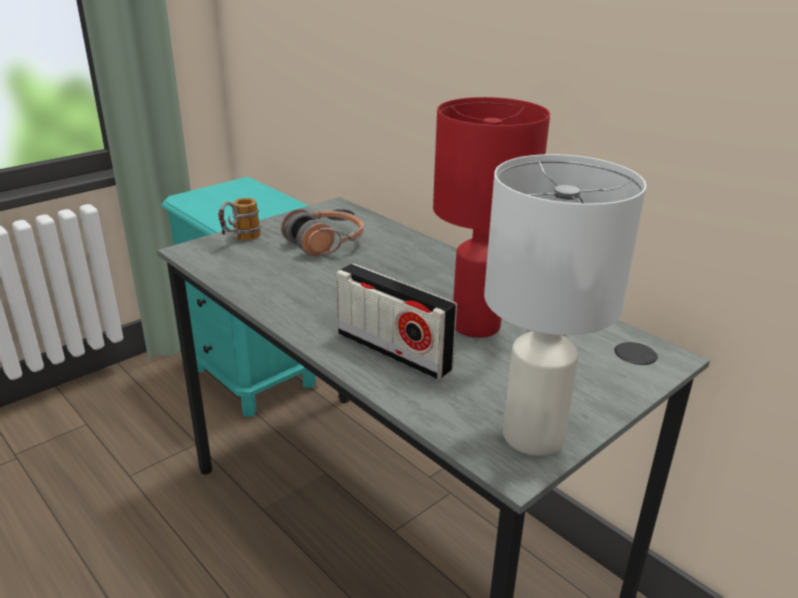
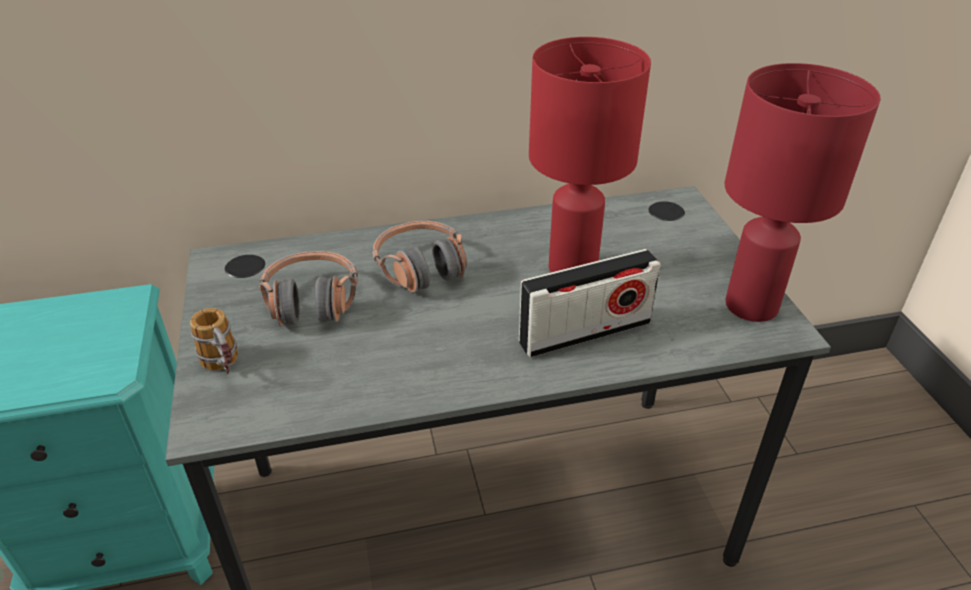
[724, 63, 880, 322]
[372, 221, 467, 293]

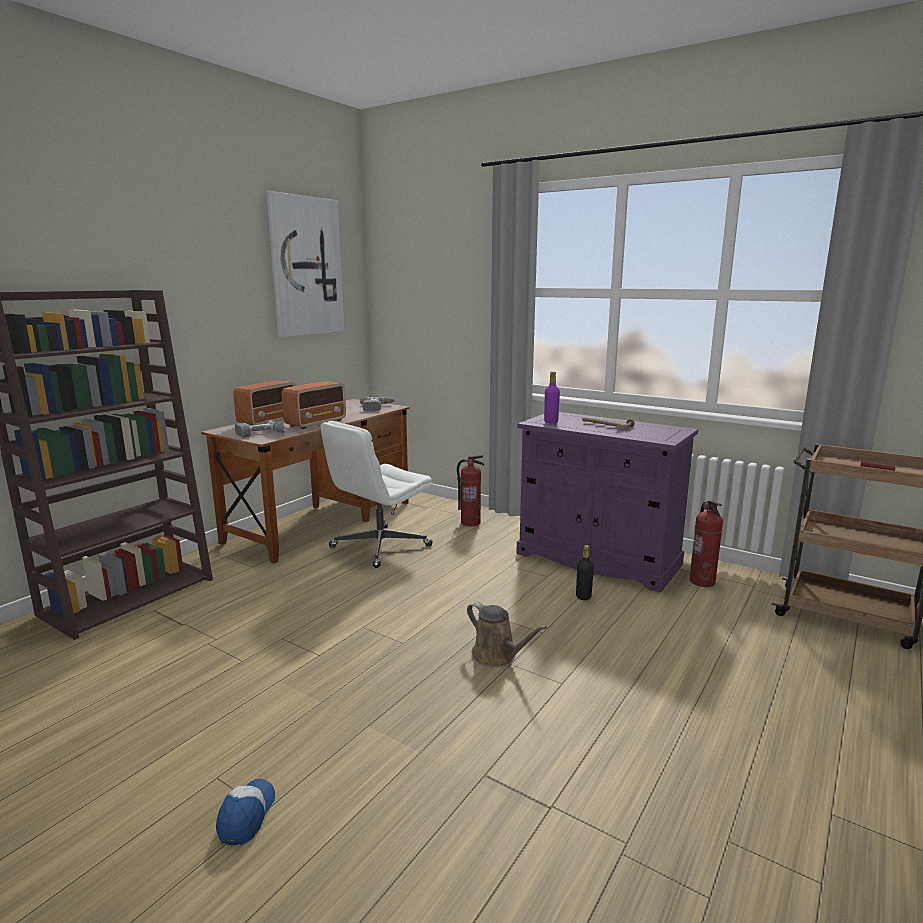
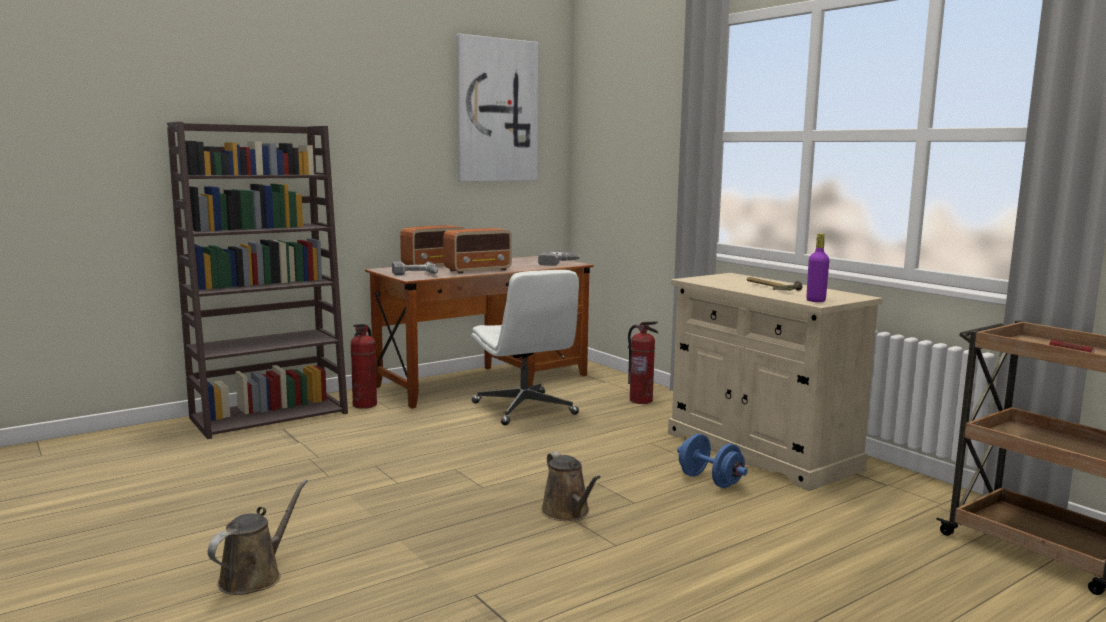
[208, 479, 308, 595]
[472, 270, 579, 425]
[668, 273, 883, 491]
[806, 233, 829, 302]
[677, 434, 748, 488]
[351, 324, 377, 409]

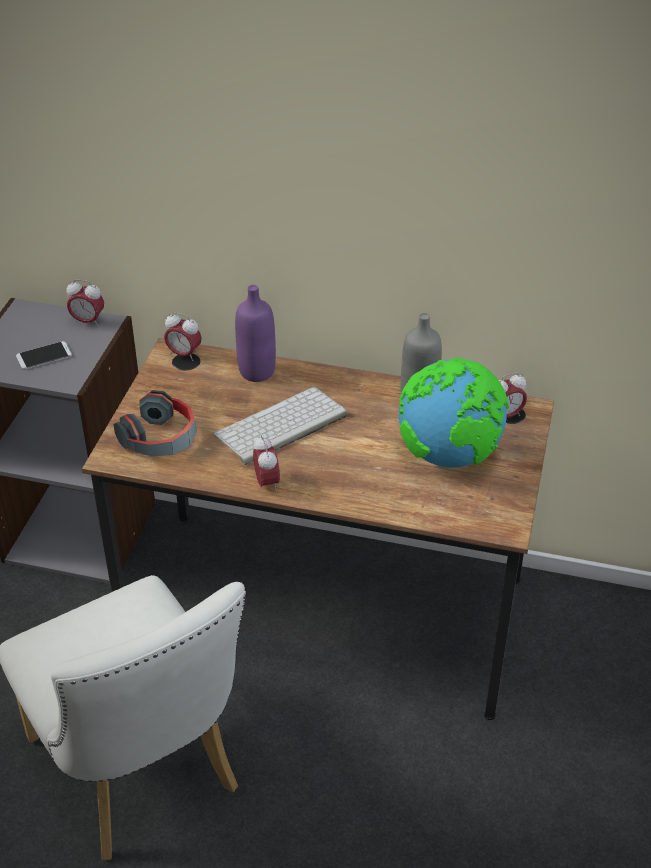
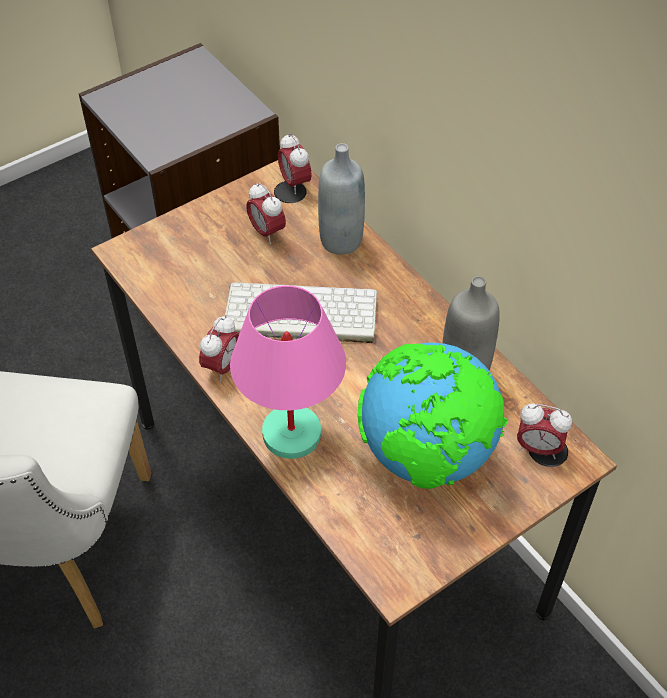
[16, 341, 72, 369] (first image)
[246, 182, 286, 244]
[113, 390, 196, 456] (first image)
[318, 143, 365, 255]
[230, 285, 346, 459]

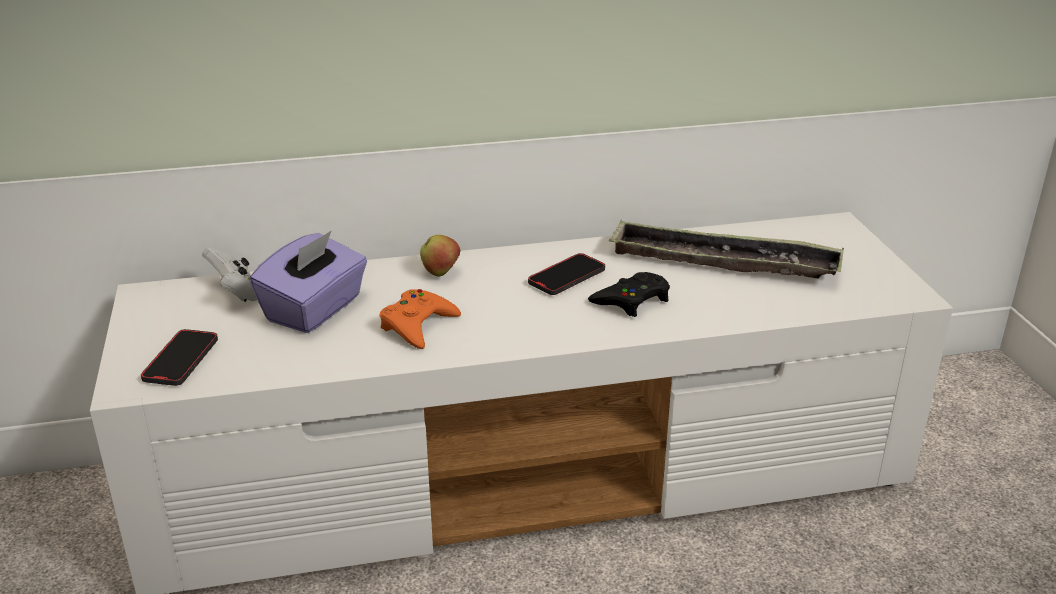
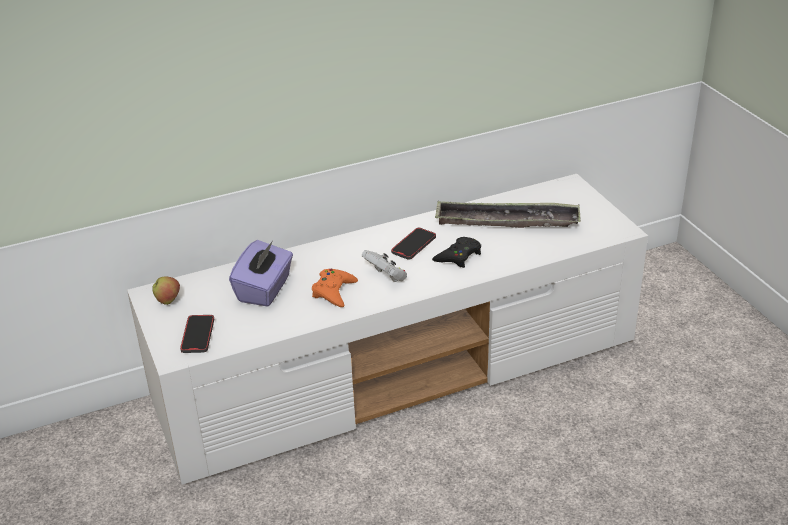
[362, 250, 407, 282]
[152, 276, 180, 305]

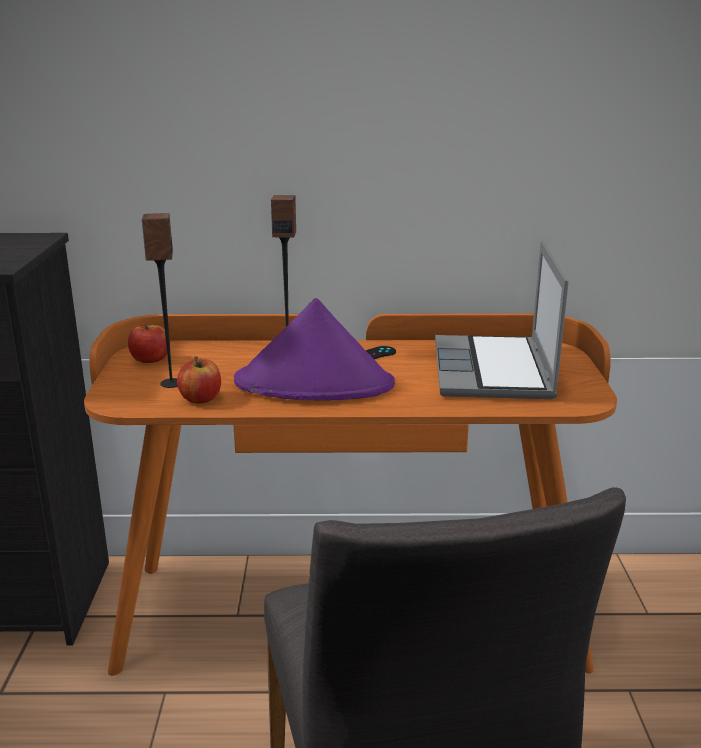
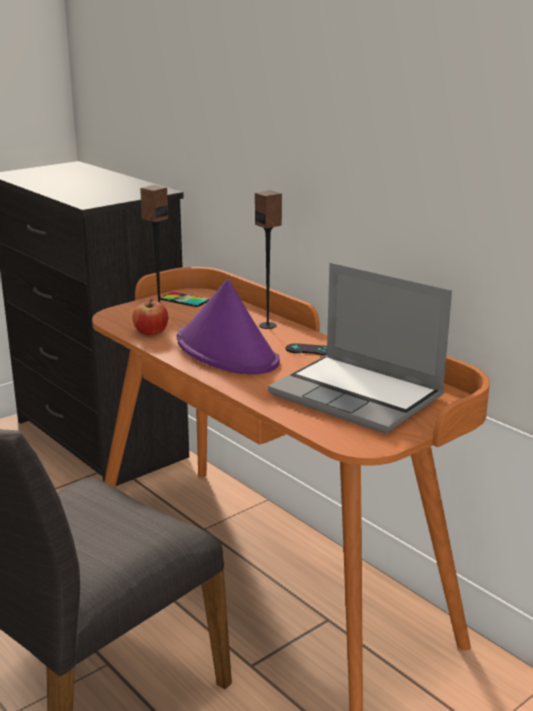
[160, 292, 209, 307]
[268, 263, 452, 434]

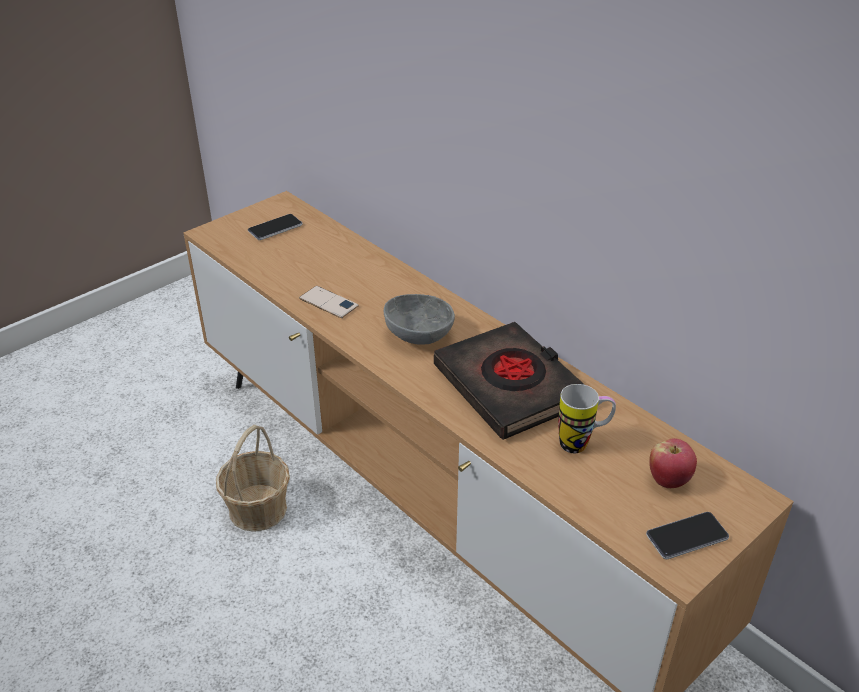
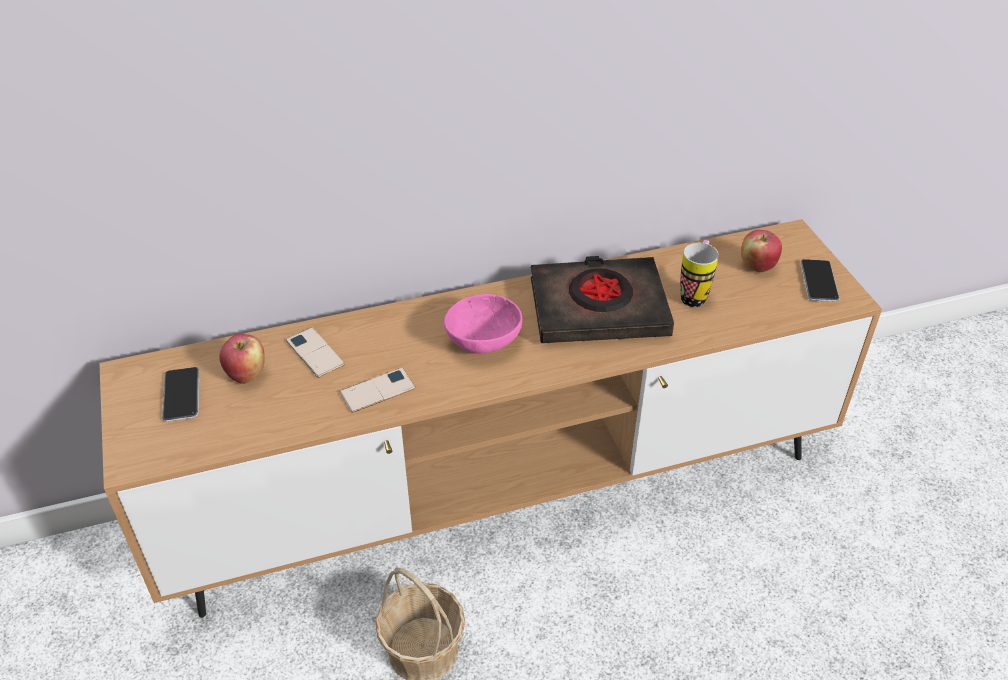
[444, 294, 522, 354]
[219, 334, 265, 384]
[286, 327, 345, 378]

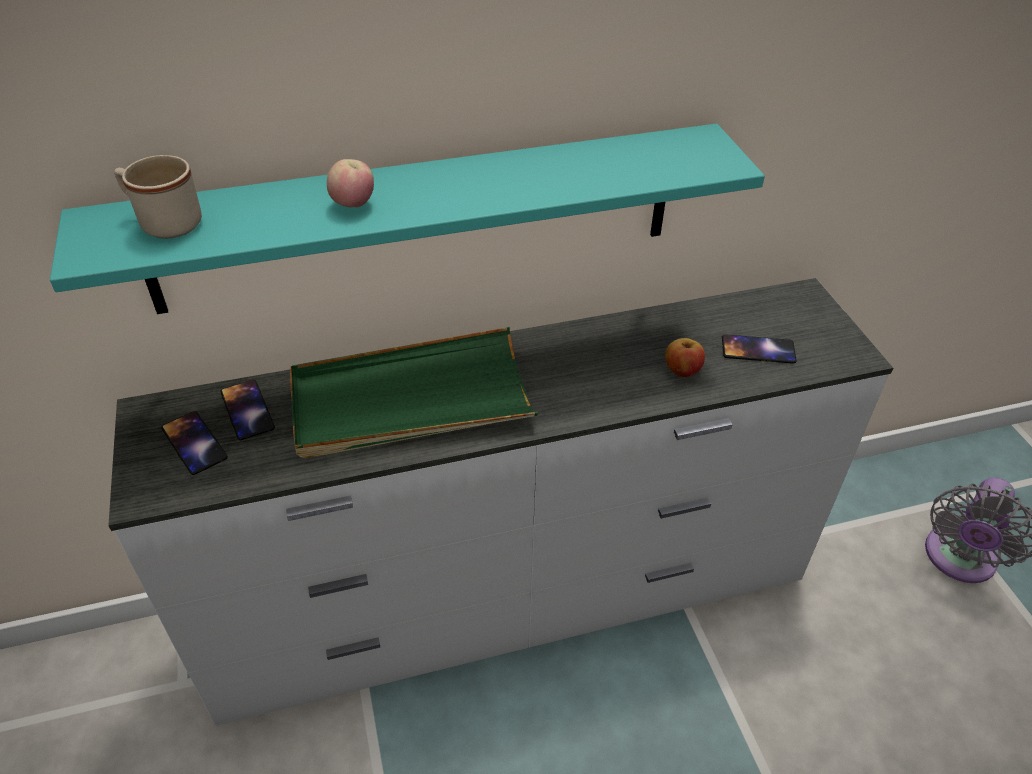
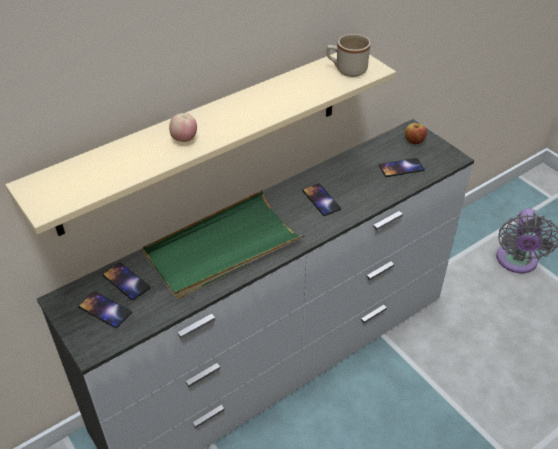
[5, 52, 396, 236]
[327, 34, 371, 77]
[405, 123, 427, 145]
[302, 183, 341, 216]

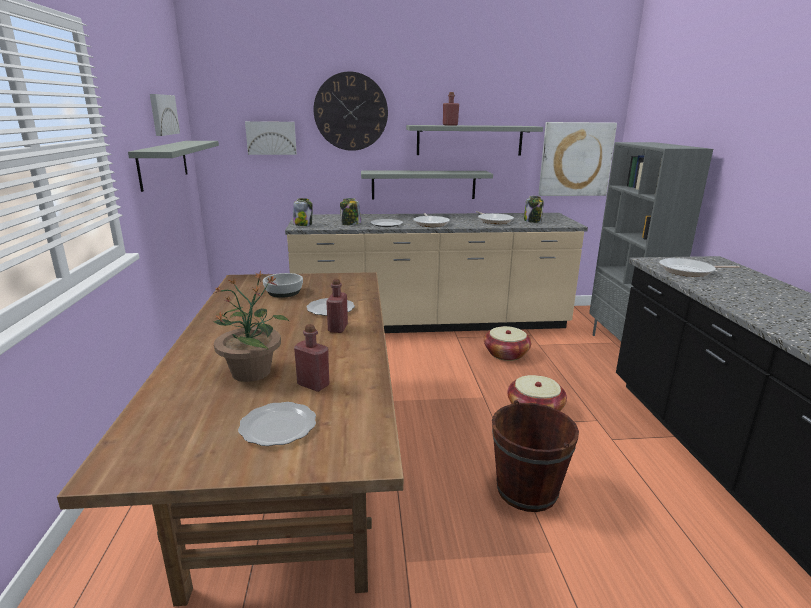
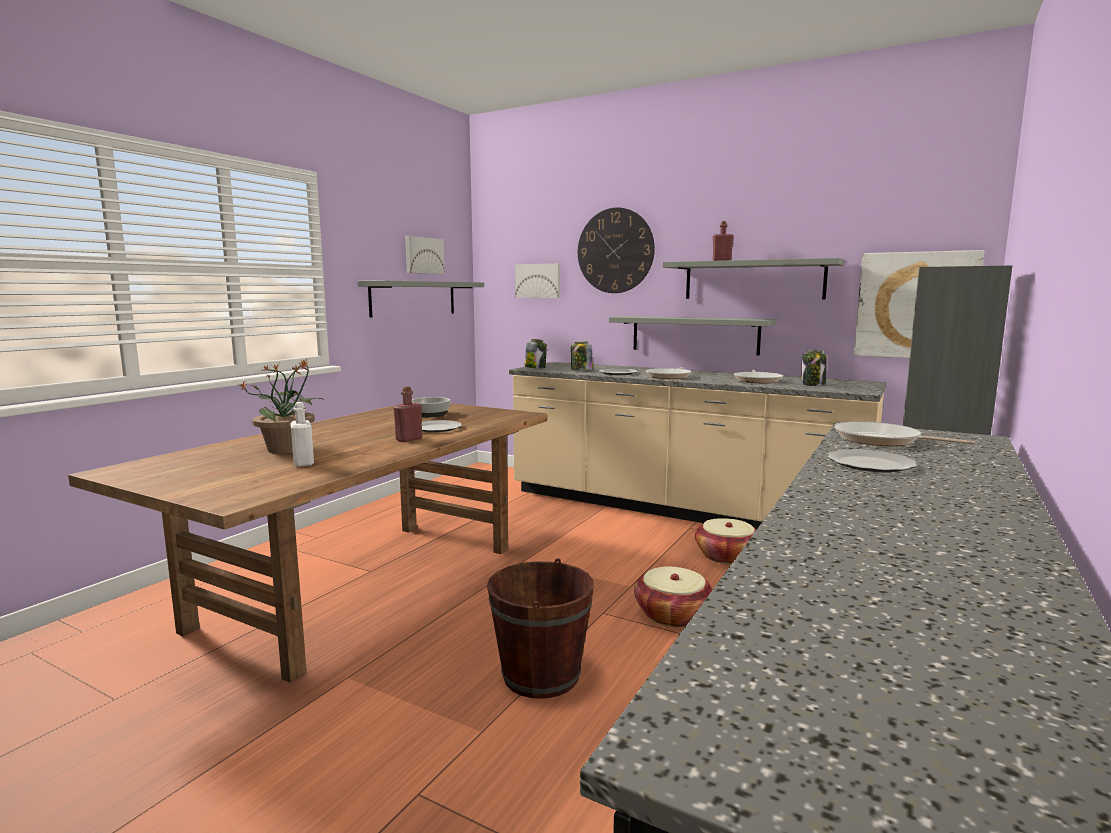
[827, 449, 917, 472]
[290, 402, 314, 467]

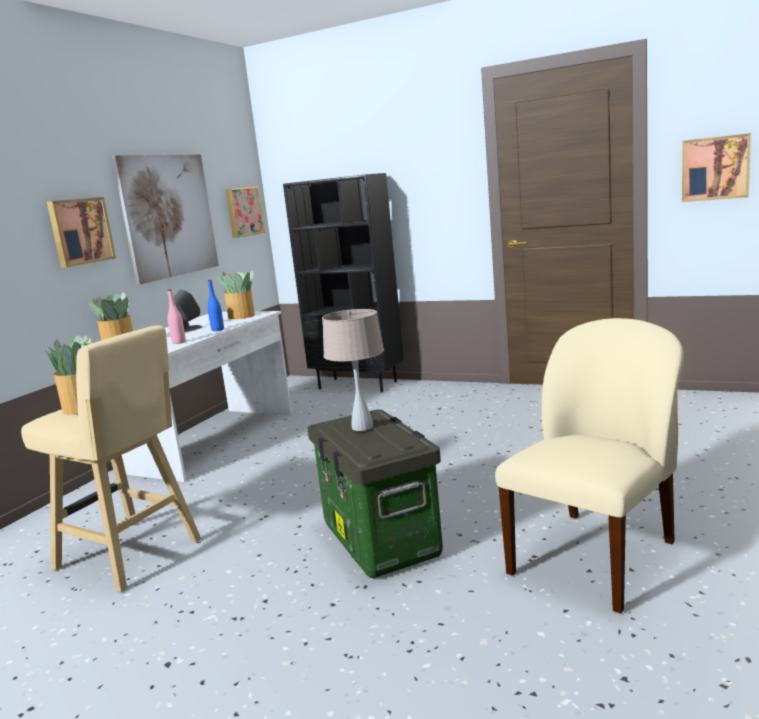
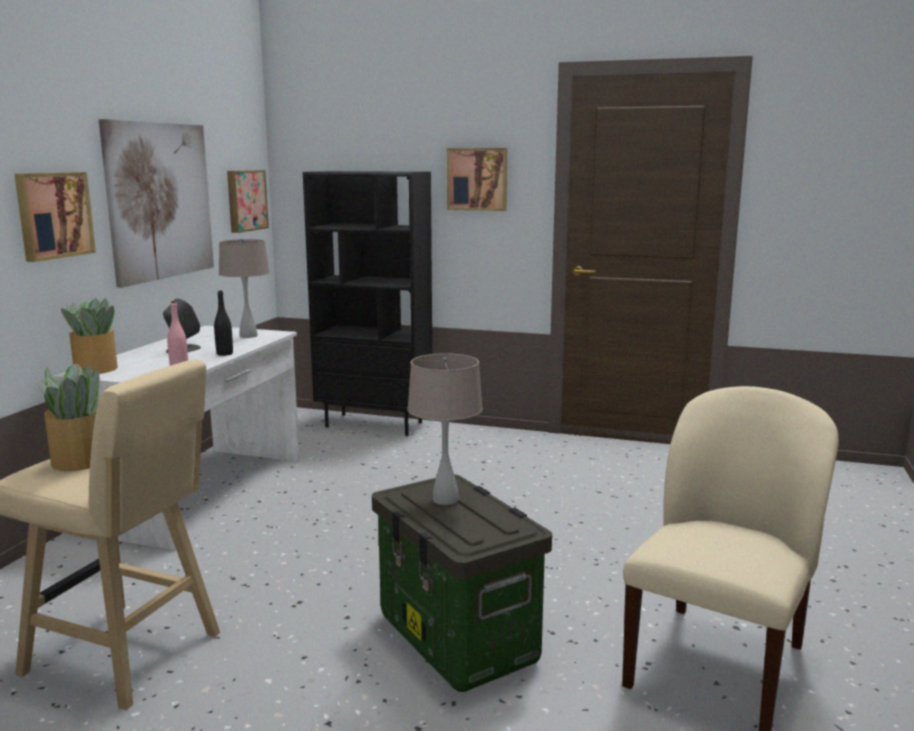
[214, 290, 233, 356]
[219, 239, 270, 338]
[447, 148, 507, 211]

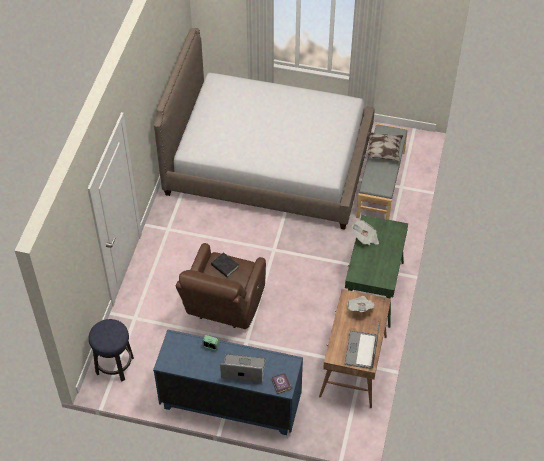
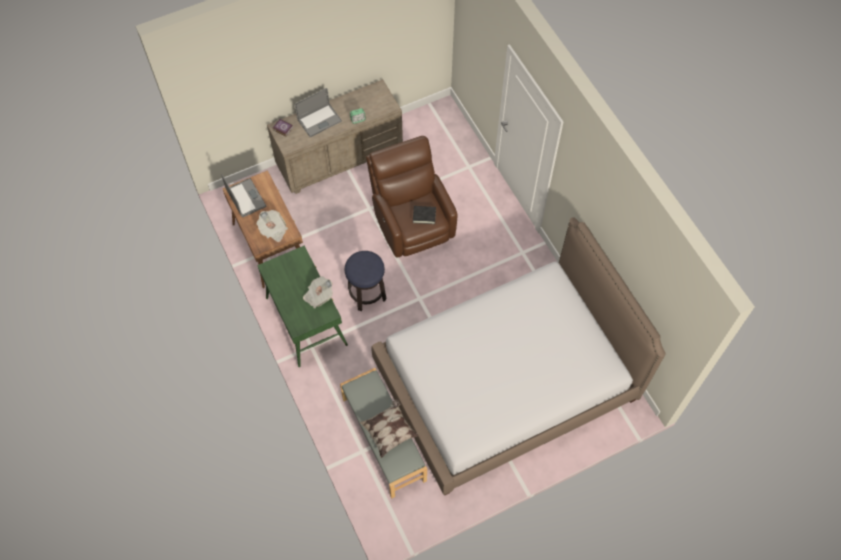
[345, 251, 386, 311]
[267, 79, 403, 194]

